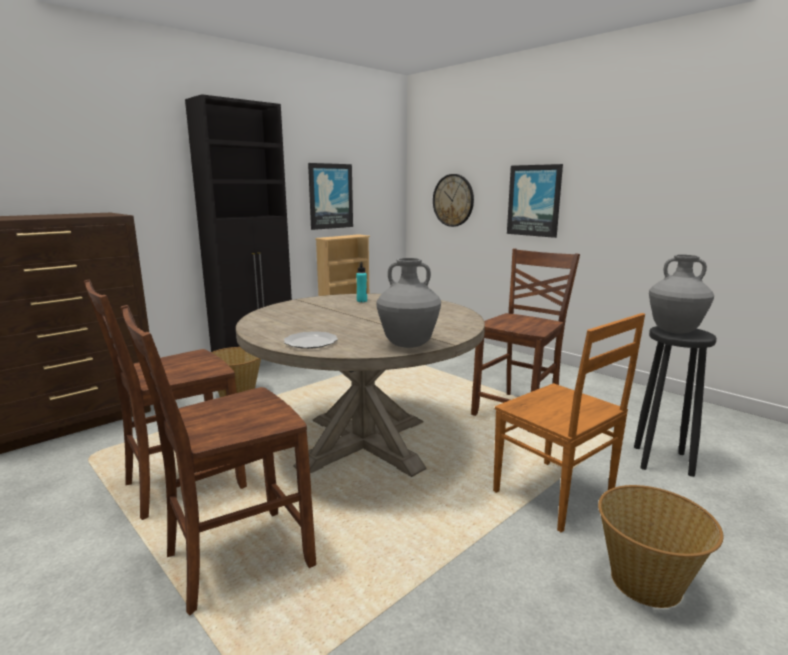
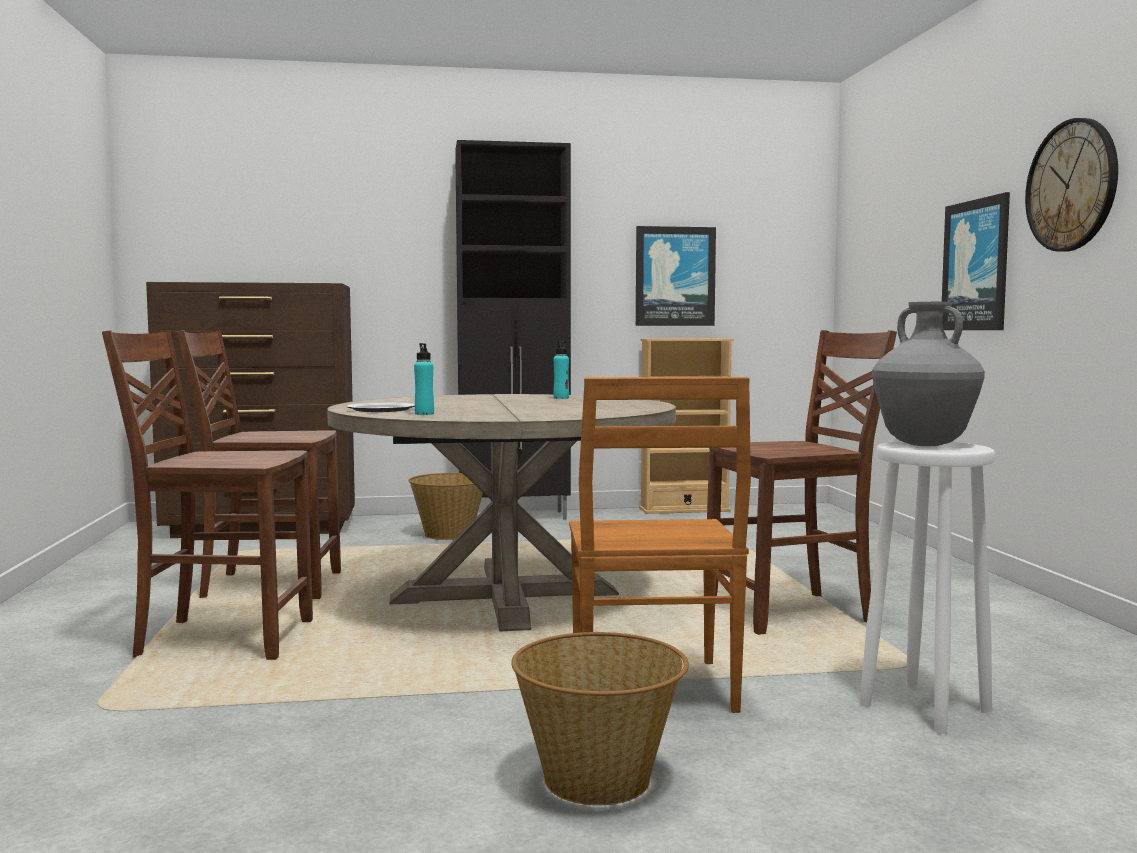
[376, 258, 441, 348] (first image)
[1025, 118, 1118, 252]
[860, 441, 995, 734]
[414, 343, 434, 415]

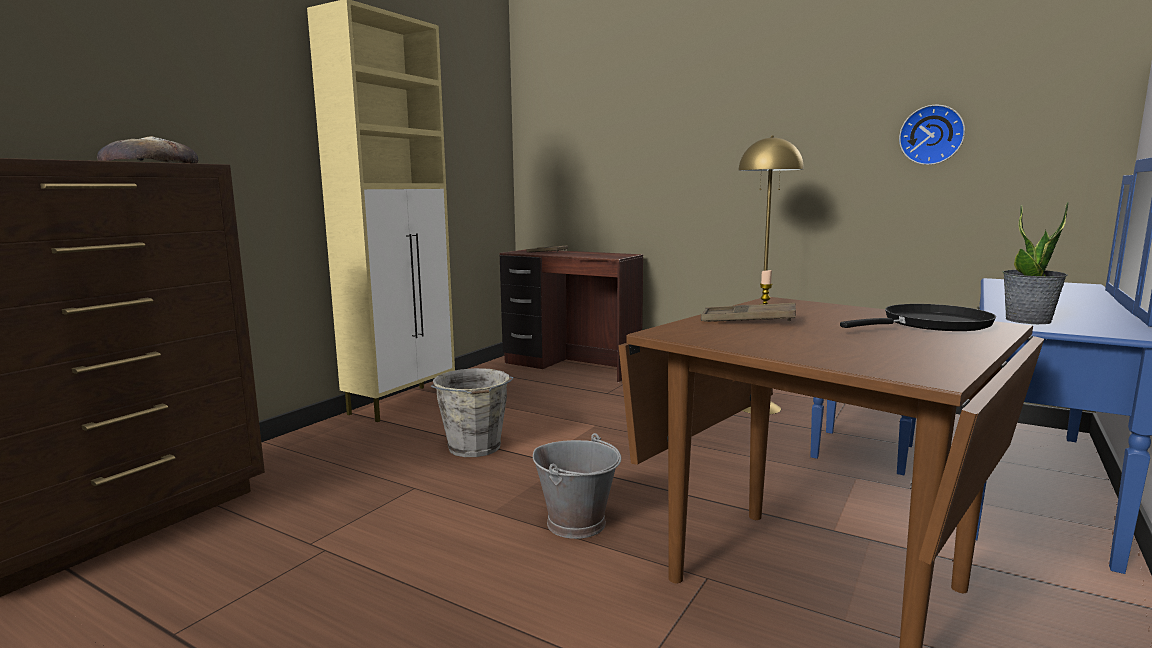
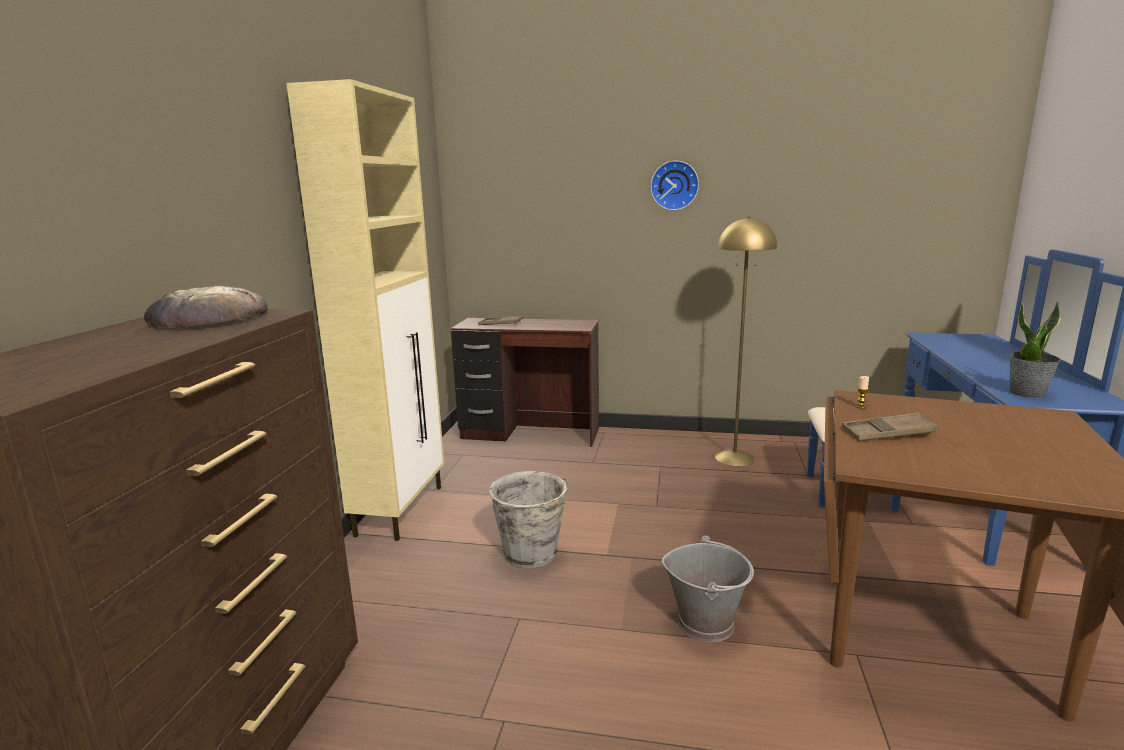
[840, 304, 996, 331] (first image)
[650, 160, 699, 210]

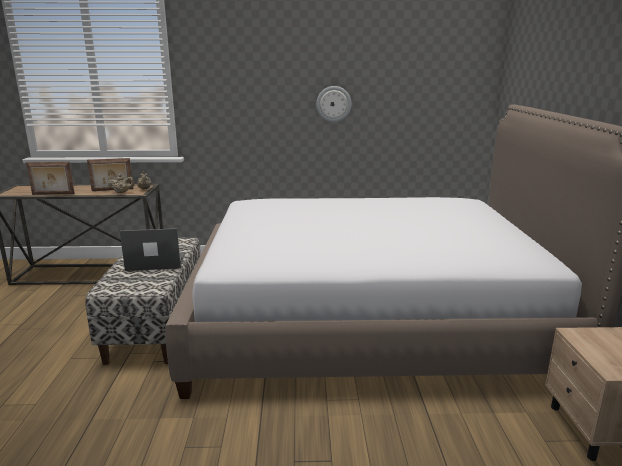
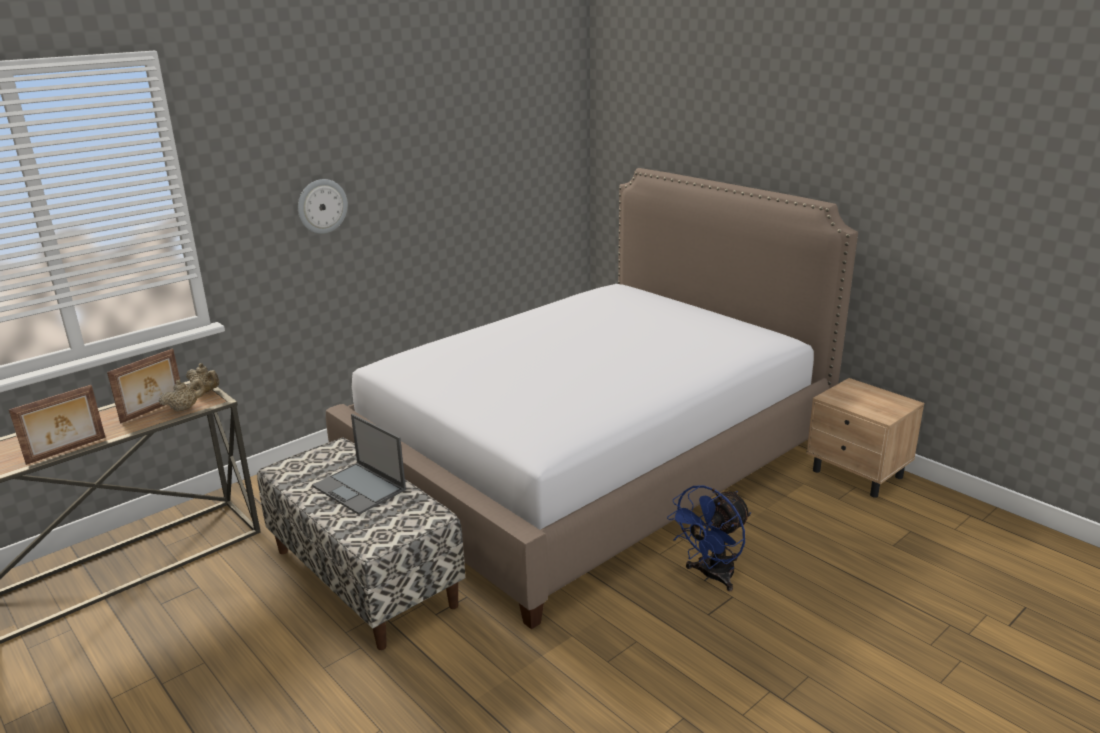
[312, 414, 406, 515]
[298, 179, 348, 234]
[667, 485, 751, 591]

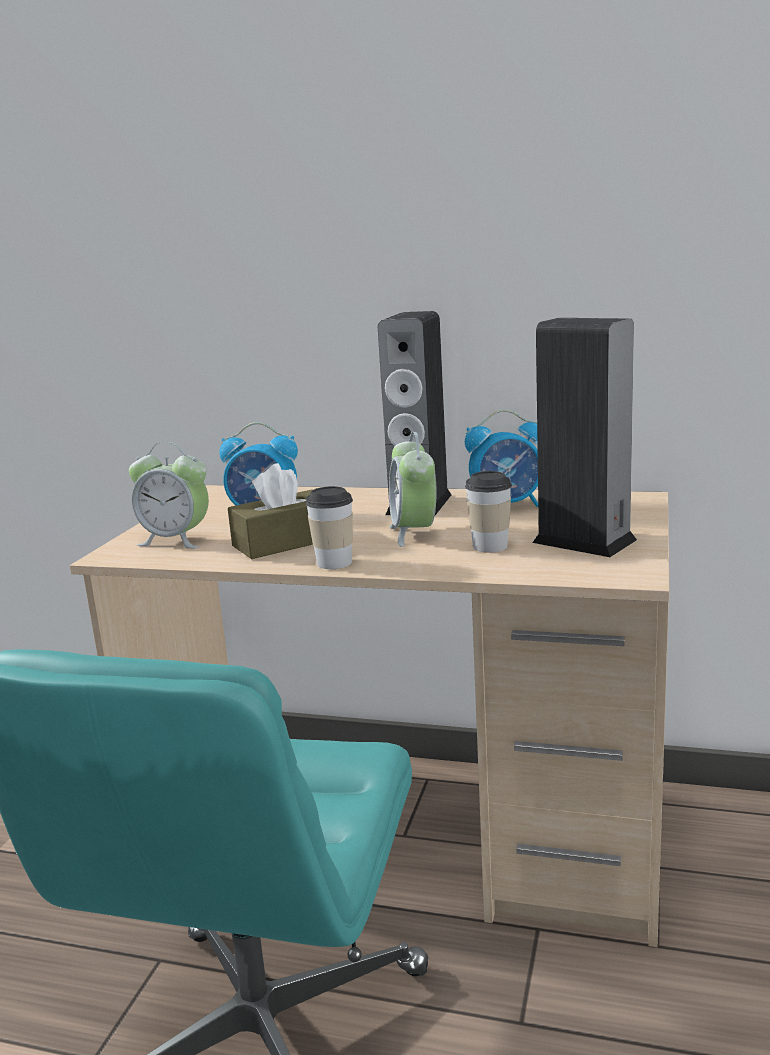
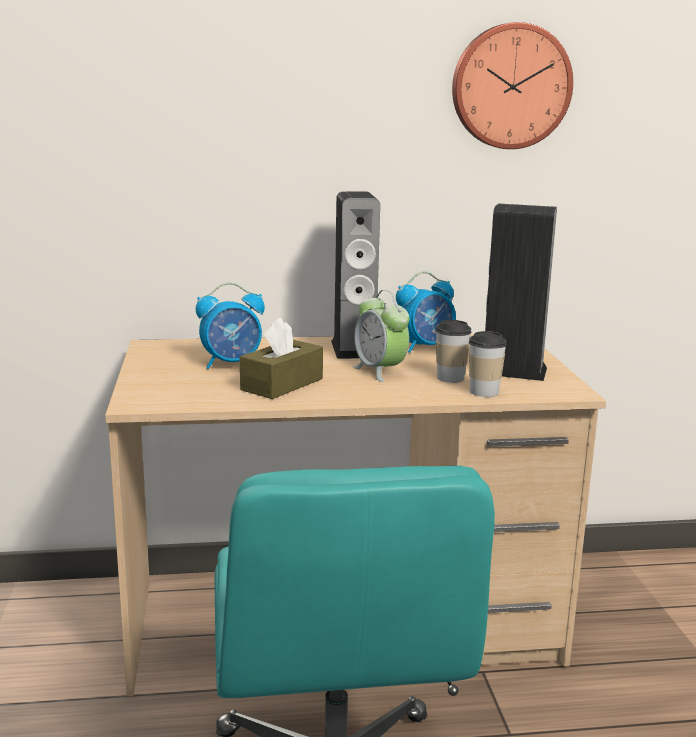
[129, 442, 209, 548] (first image)
[469, 331, 507, 397]
[452, 22, 573, 149]

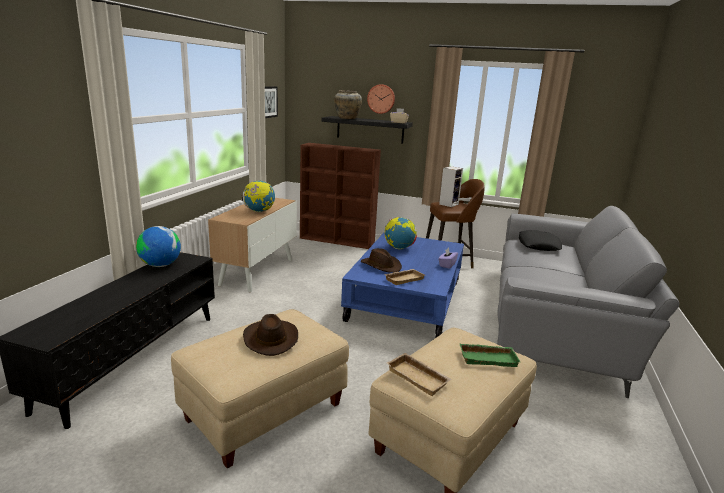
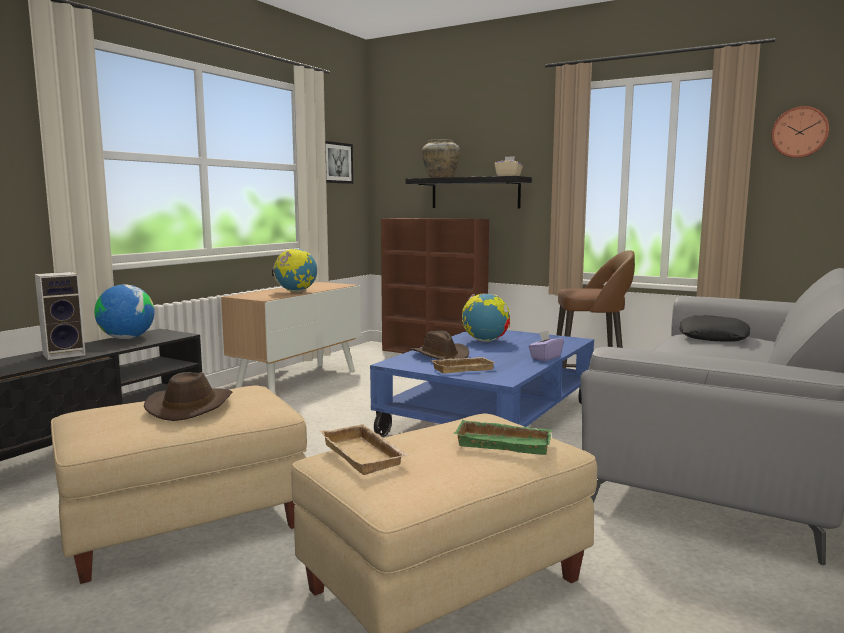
[771, 106, 829, 158]
[35, 272, 86, 360]

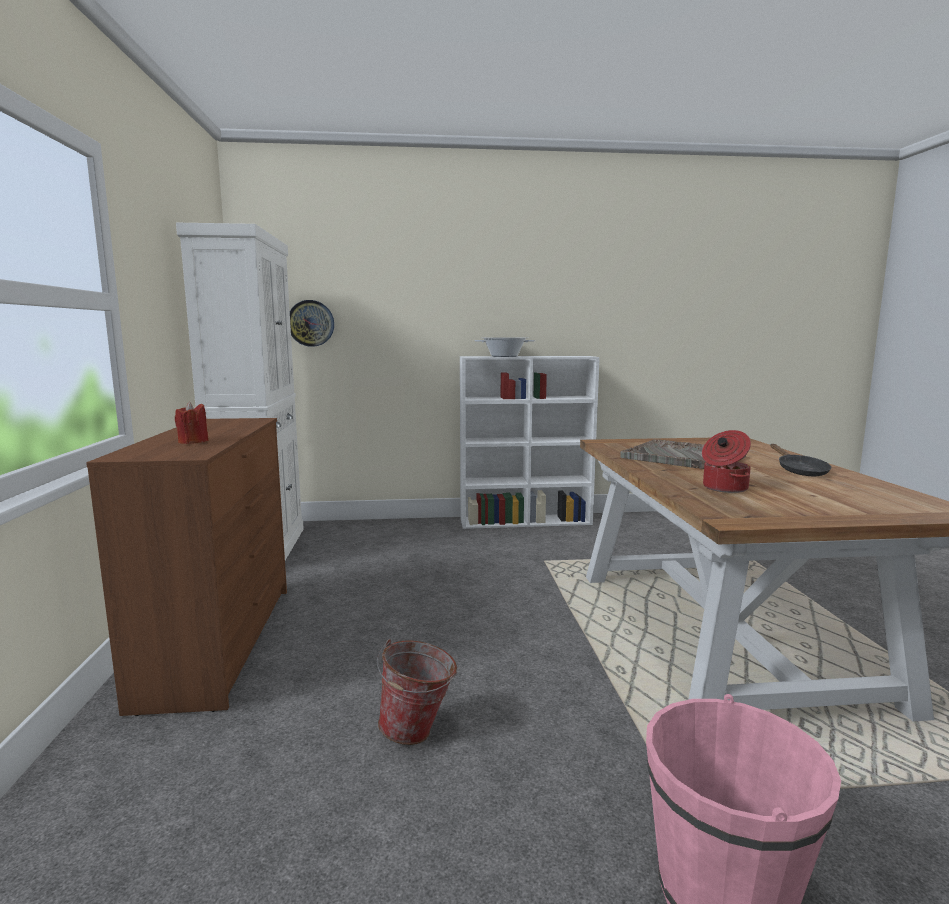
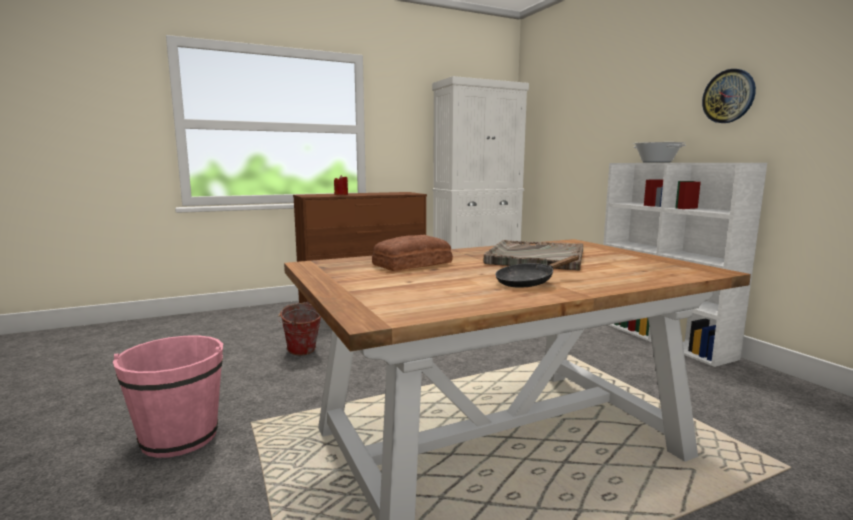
[702, 69, 756, 123]
[372, 235, 453, 271]

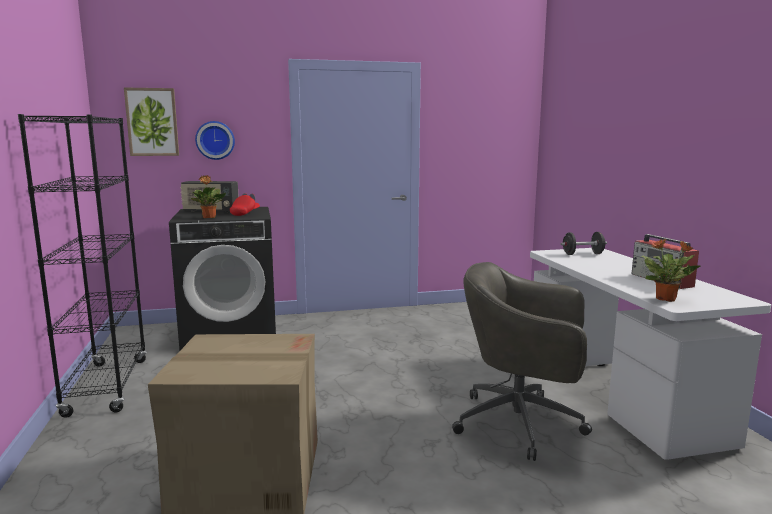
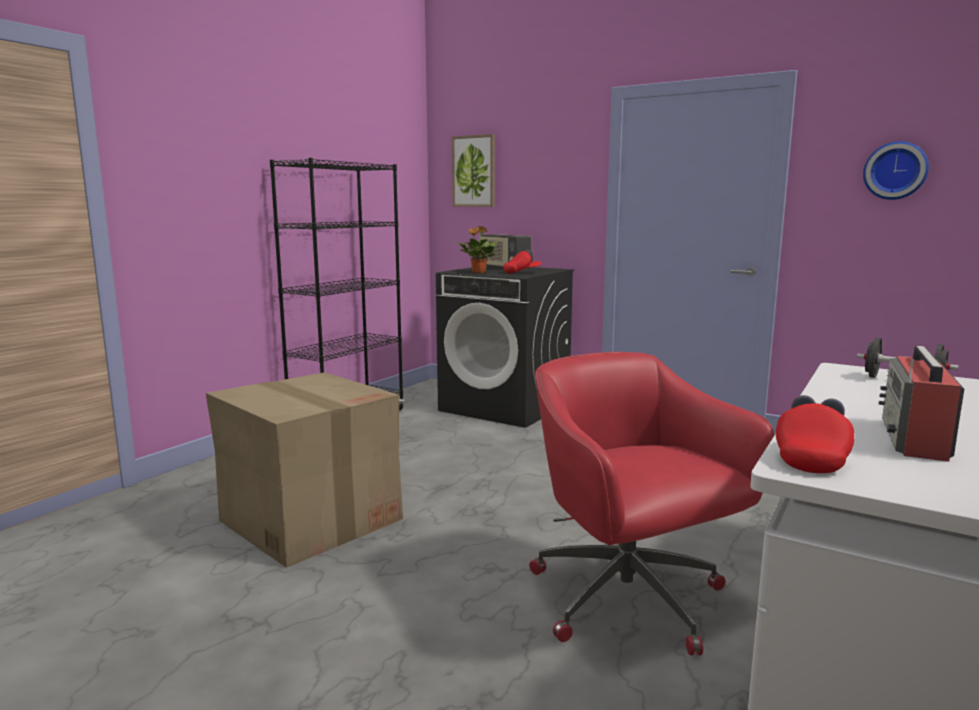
[863, 141, 929, 200]
[529, 352, 774, 655]
[776, 395, 854, 473]

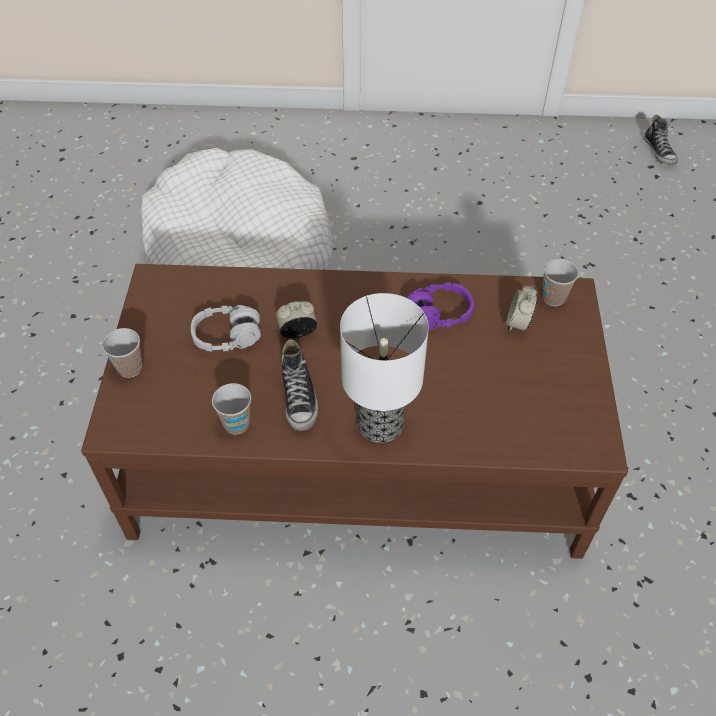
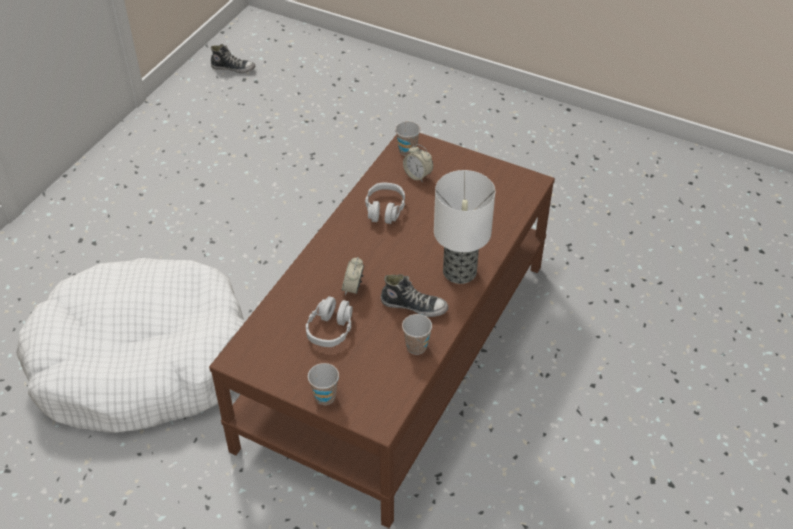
[365, 183, 405, 224]

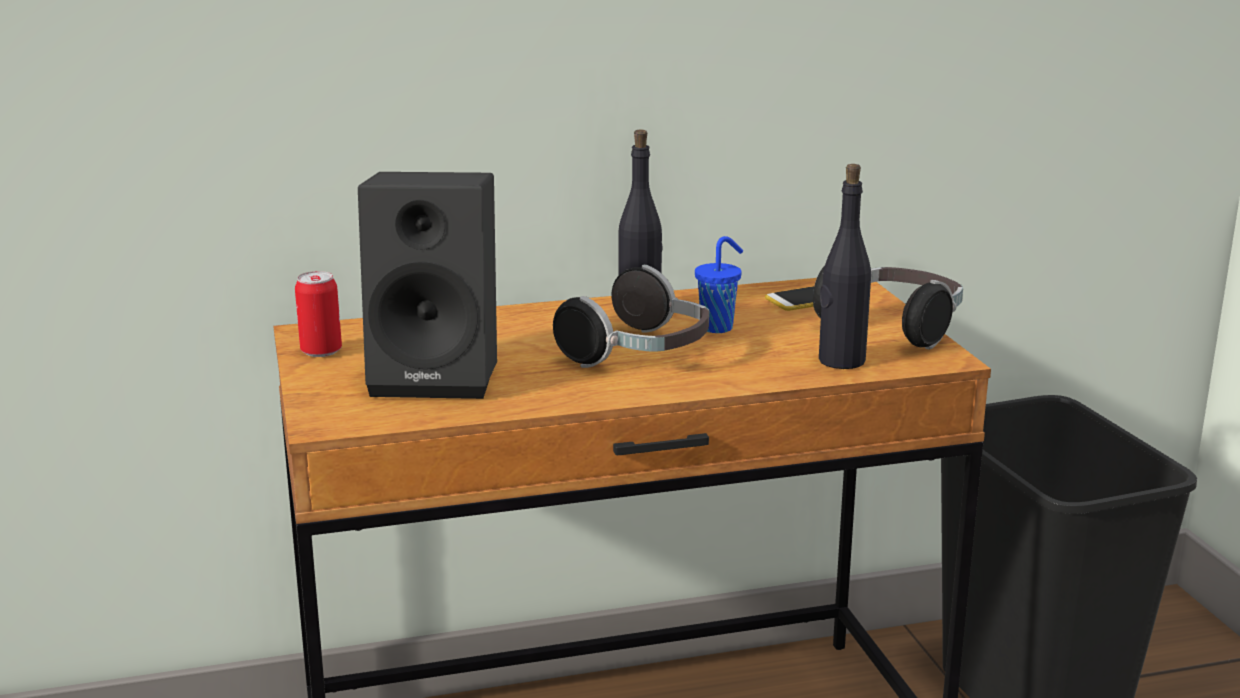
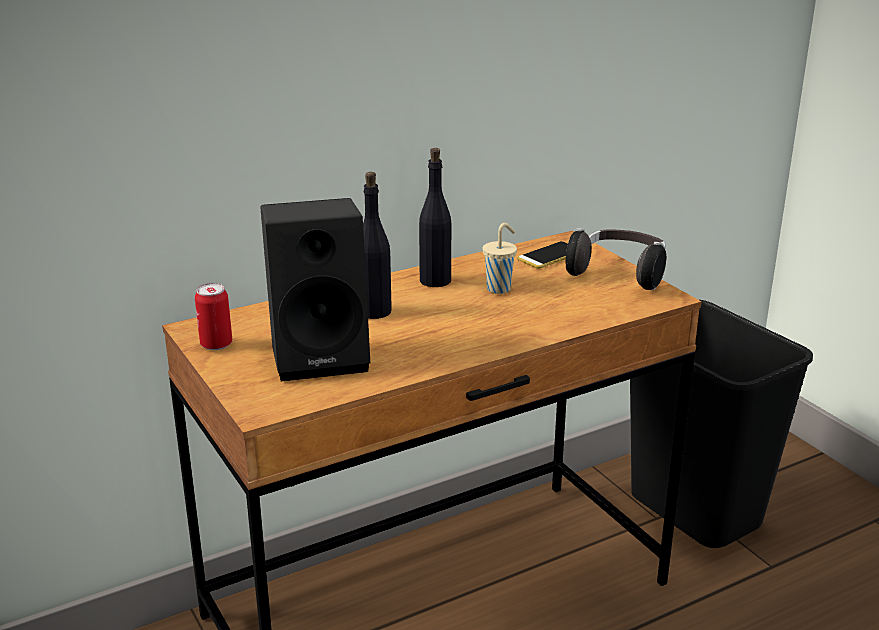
[553, 265, 710, 368] (first image)
[483, 223, 517, 294]
[363, 172, 392, 319]

